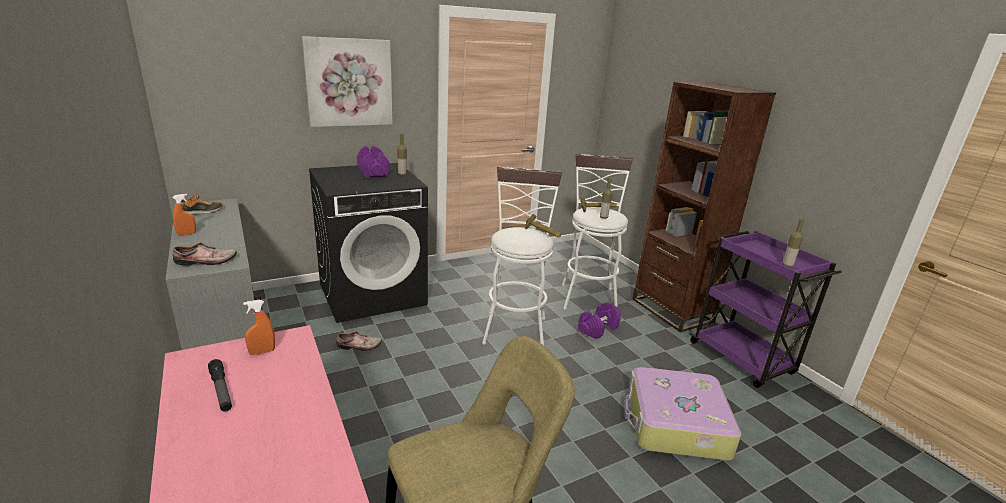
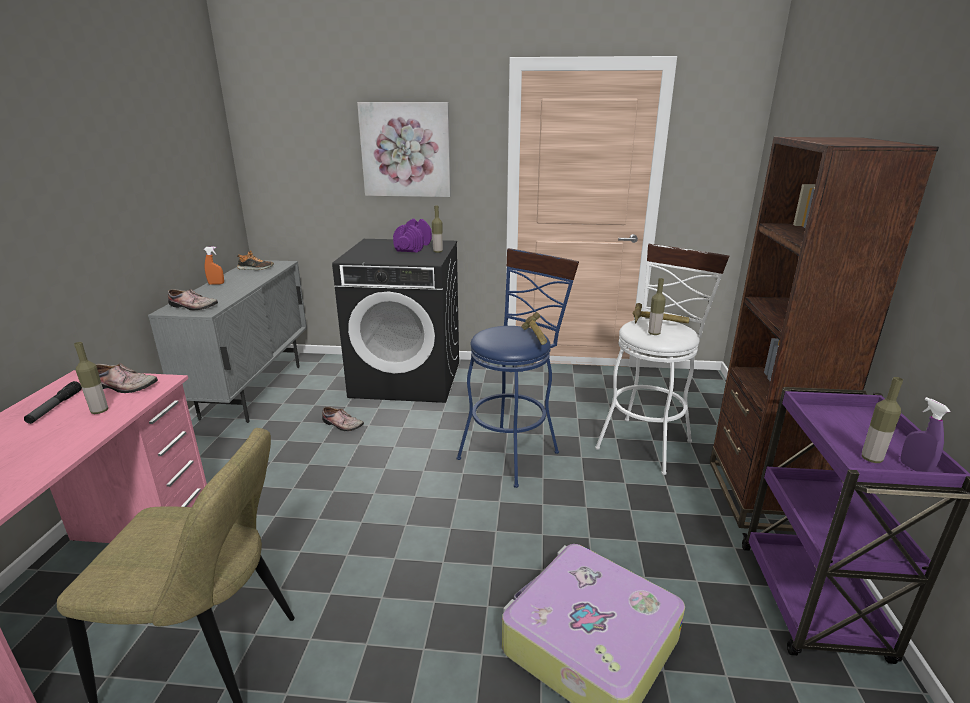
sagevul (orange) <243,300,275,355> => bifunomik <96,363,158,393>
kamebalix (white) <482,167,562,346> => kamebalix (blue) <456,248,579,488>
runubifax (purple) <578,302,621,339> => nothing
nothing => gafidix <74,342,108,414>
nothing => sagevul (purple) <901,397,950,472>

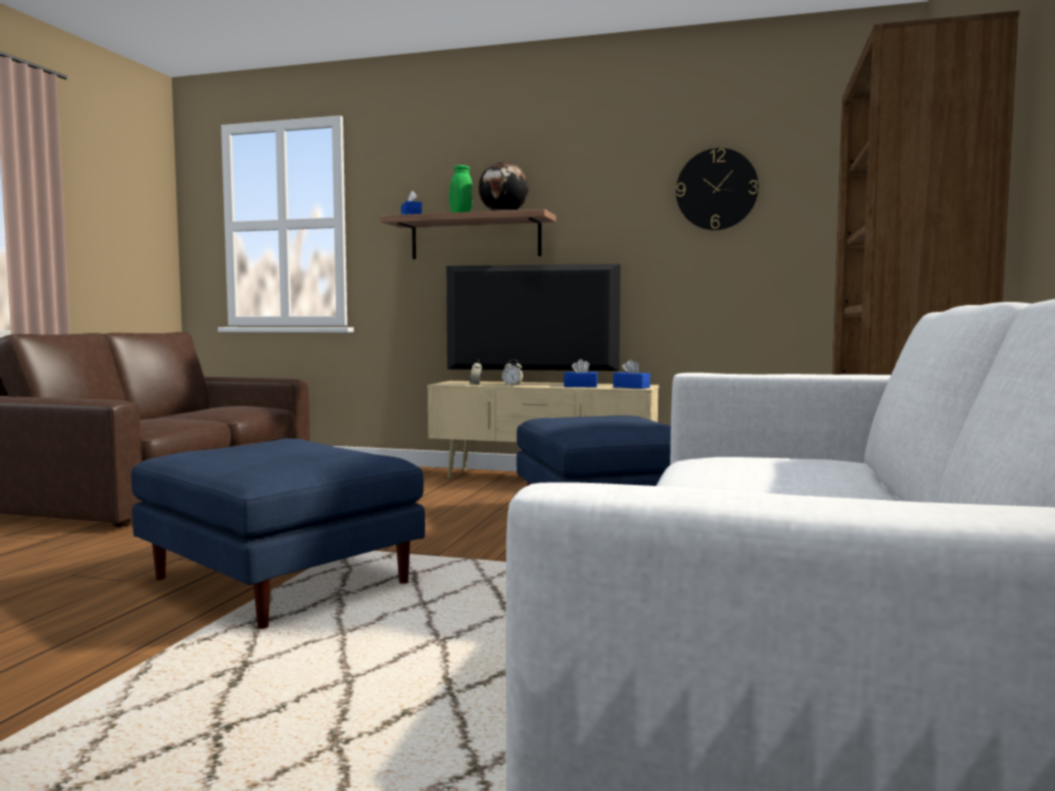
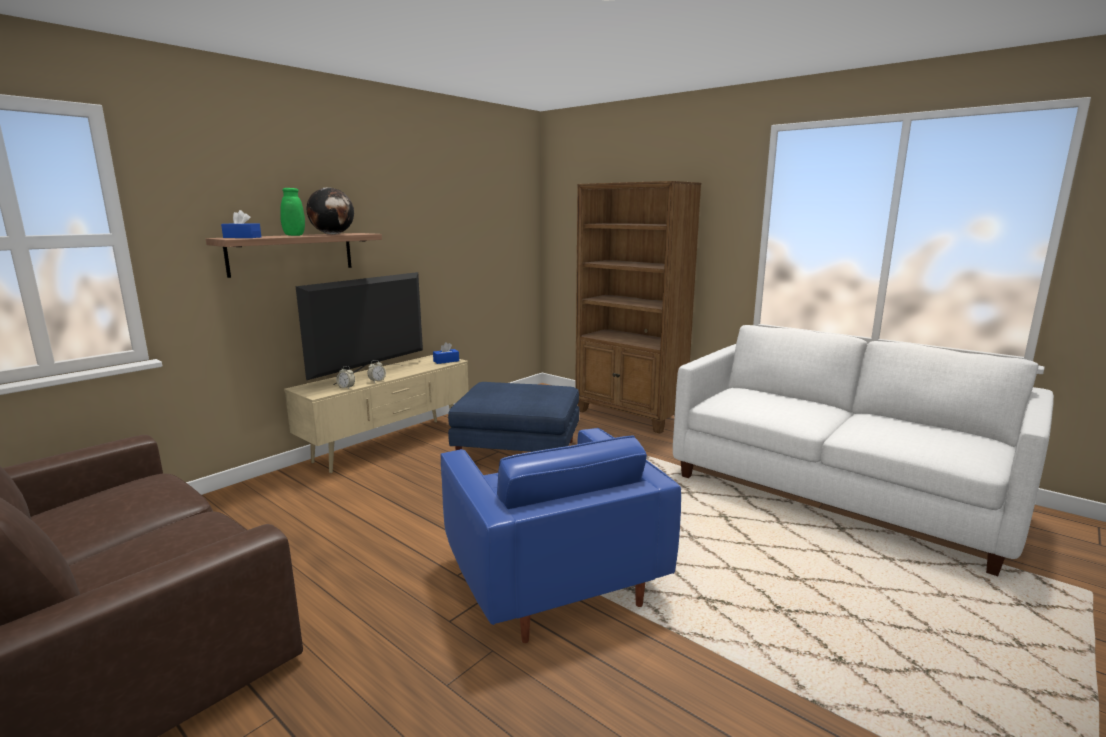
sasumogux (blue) <131,439,425,629> => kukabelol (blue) <441,428,681,643>
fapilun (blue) <564,359,598,387> => nothing
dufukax <676,148,759,230> => nothing

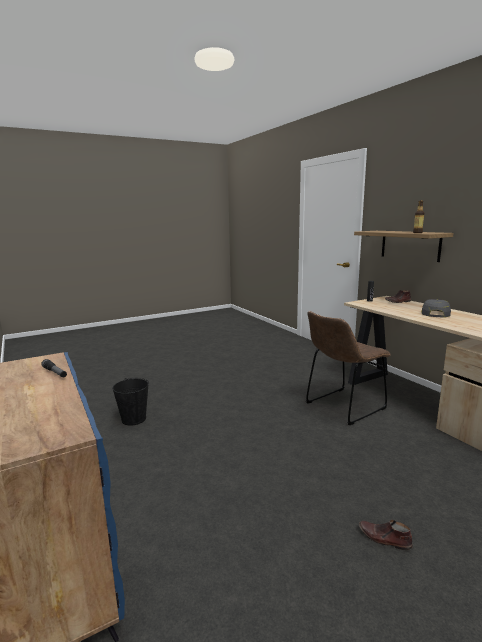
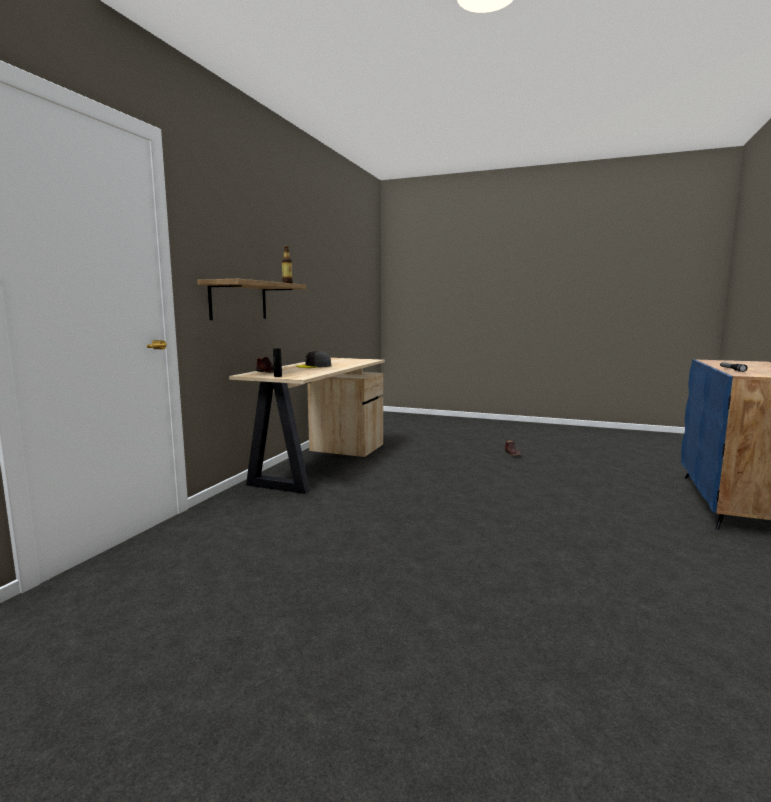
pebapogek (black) <112,378,149,426> => nothing
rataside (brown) <306,311,391,425> => nothing

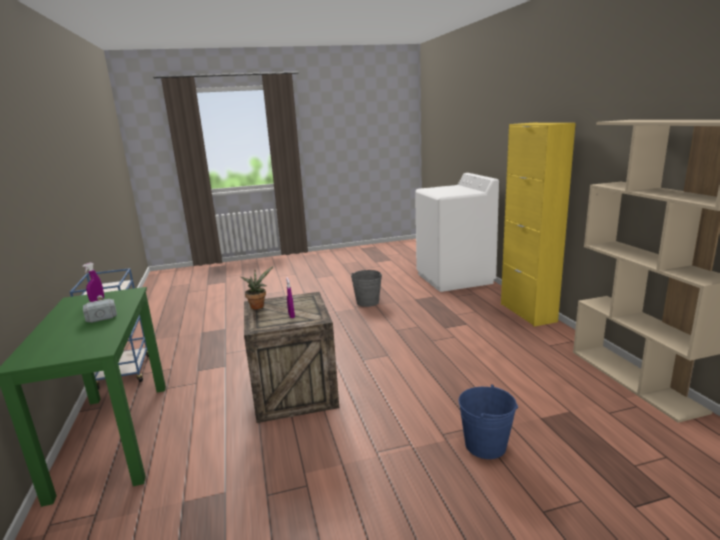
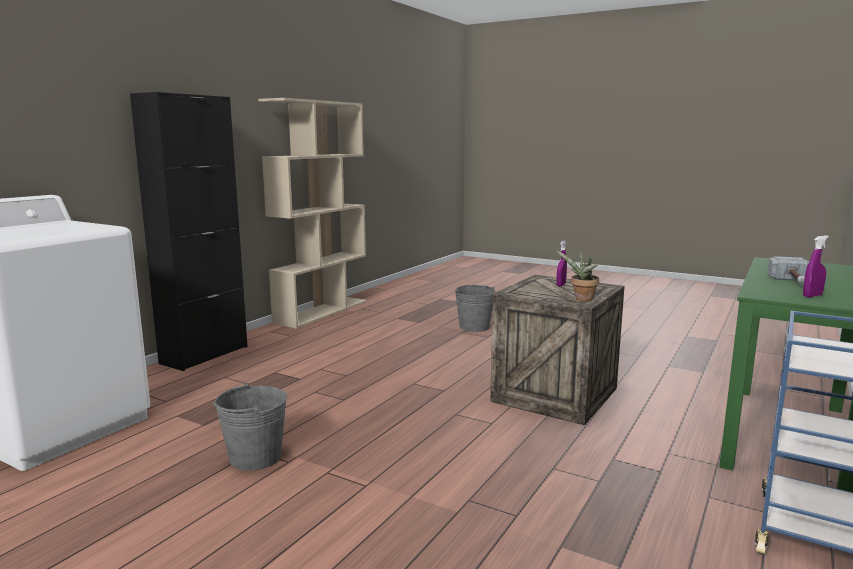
pebapogek (blue) <458,384,518,459> => pebapogek (grey) <455,285,496,332>
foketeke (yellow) <501,123,576,327> => foketeke (black) <130,92,248,371>

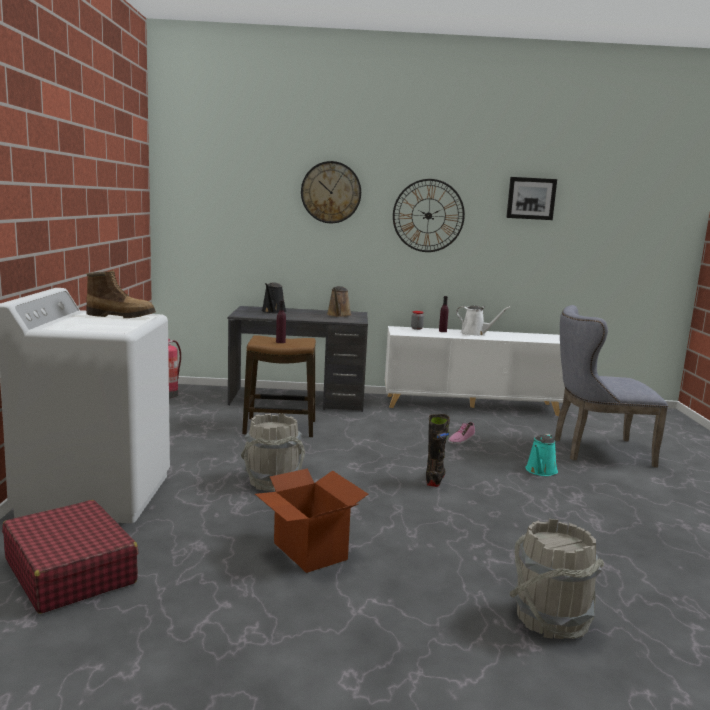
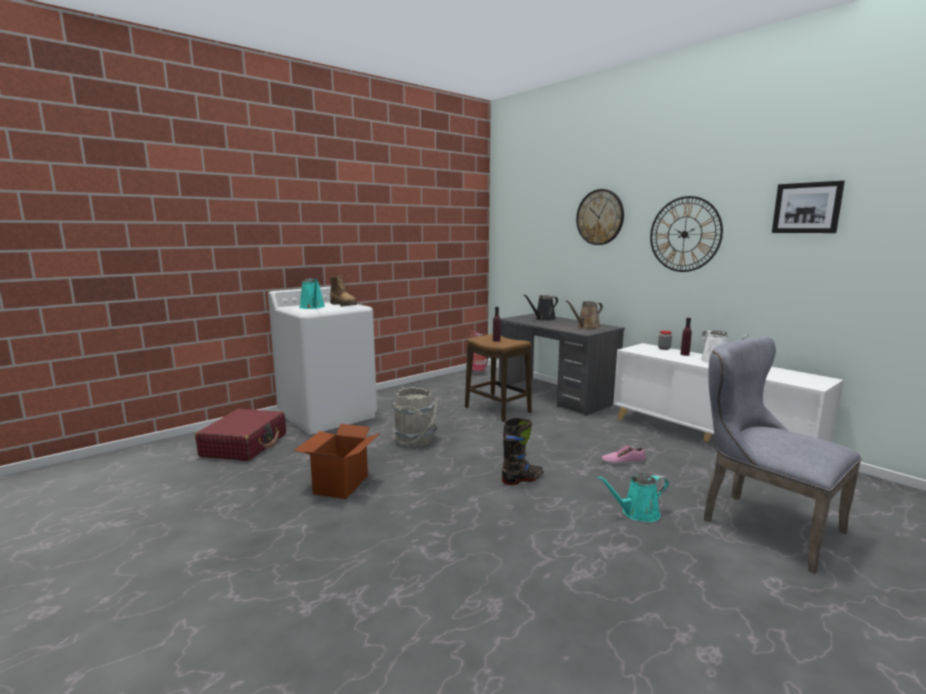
pebapogek (grey) <510,519,604,639> => nothing
nothing => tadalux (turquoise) <299,278,325,309>

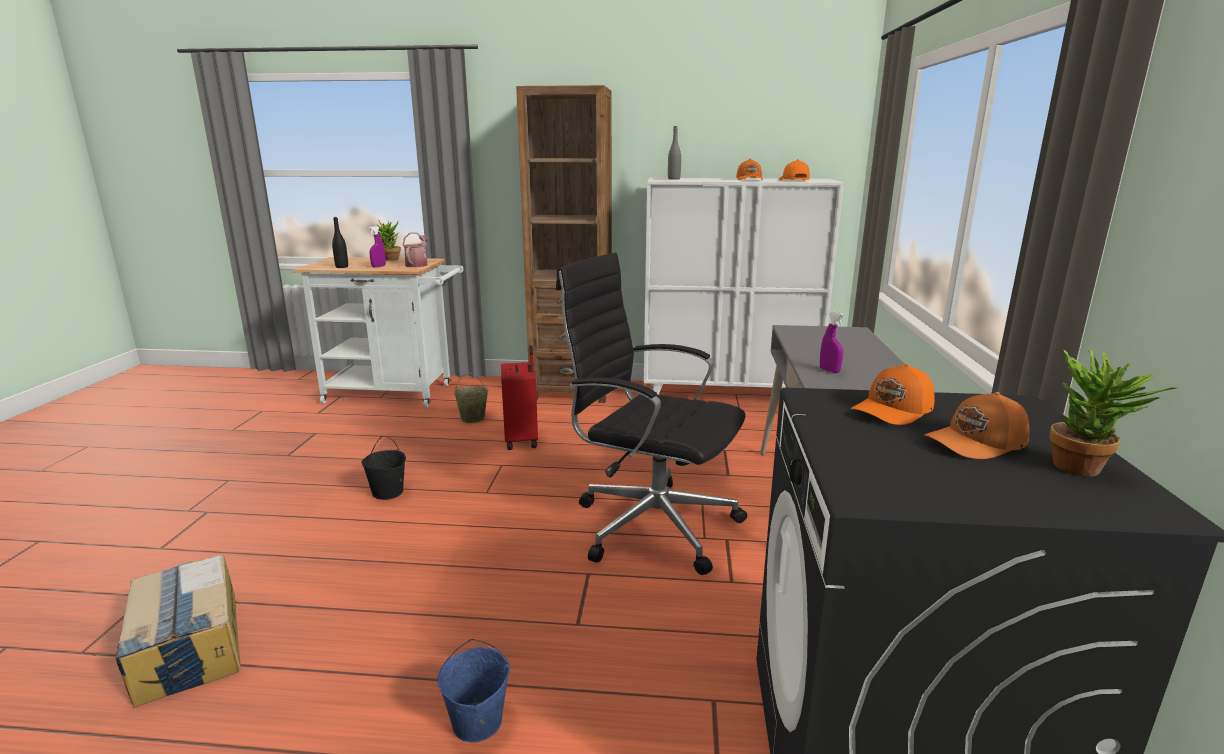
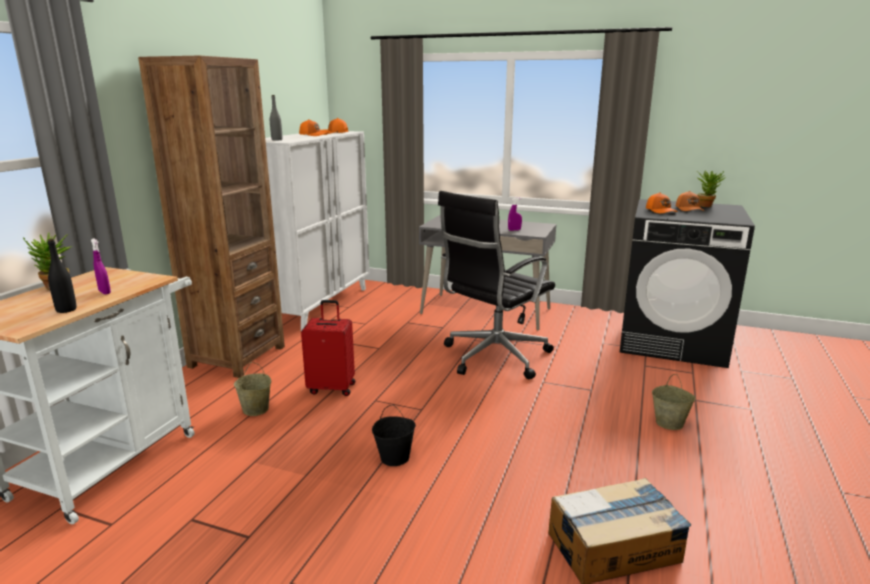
tadalux <403,233,429,267> => nothing
pebapogek (blue) <437,639,510,743> => pebapogek (beige) <652,374,696,430>

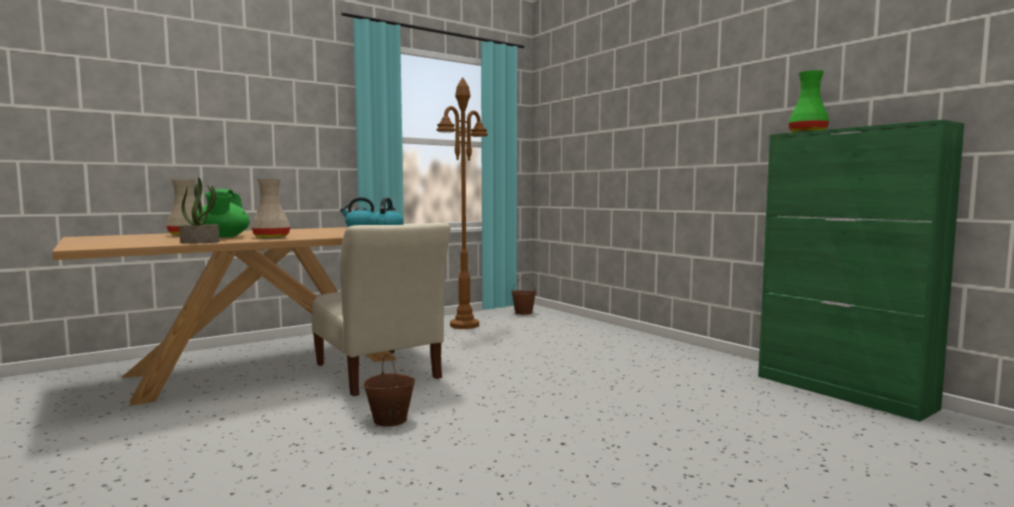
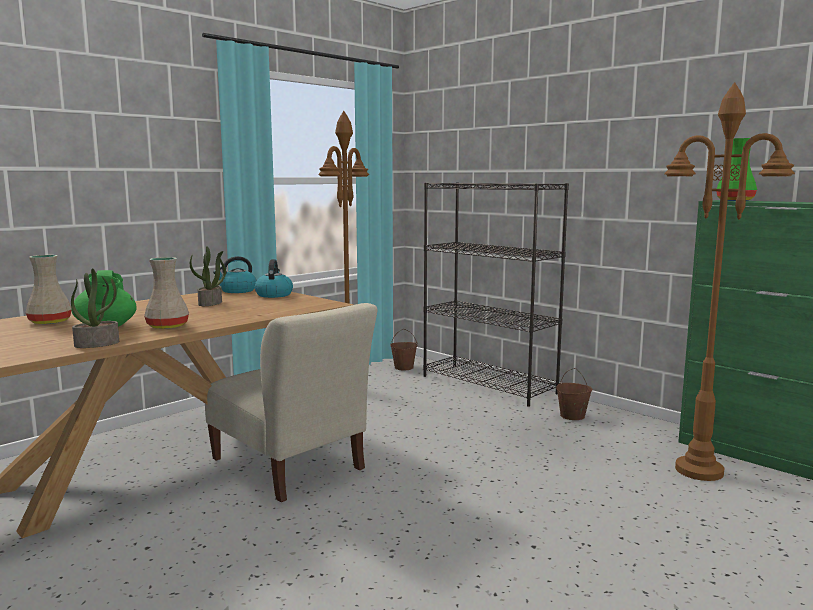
pebapogek (brown) <363,353,415,427> => pebapogek (brown) <556,368,592,420>, shifted
nothing => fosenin <190,246,226,306>
nothing => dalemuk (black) <423,182,569,407>
nothing => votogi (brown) <664,82,795,481>

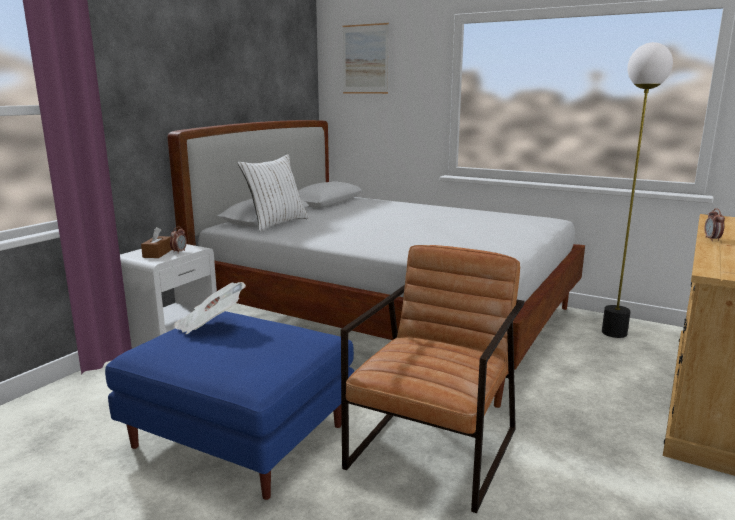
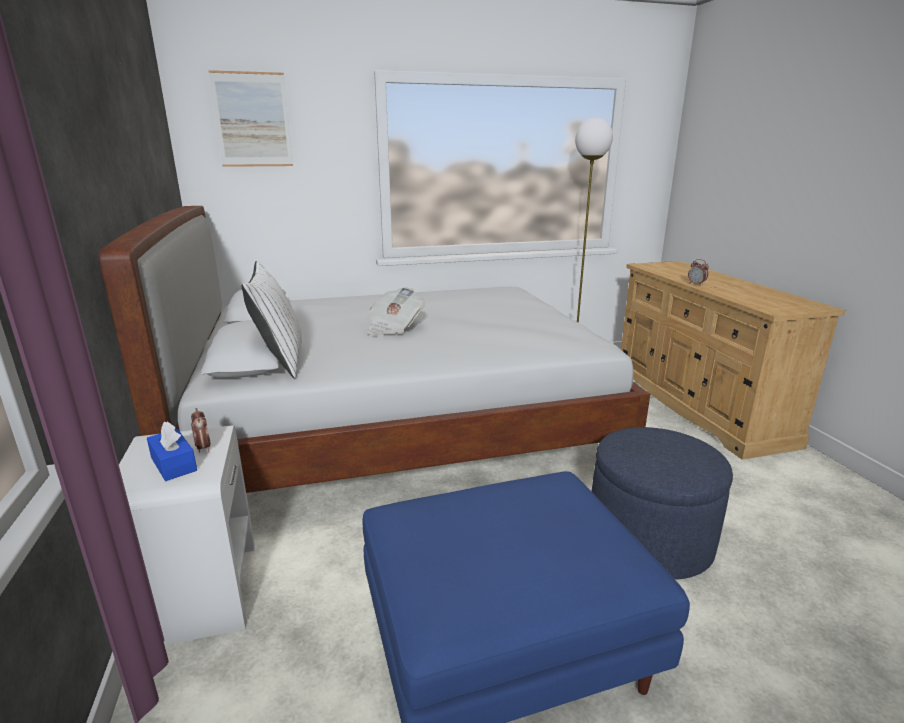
fapilun (brown) <141,227,172,258> => fapilun (blue) <147,421,197,481>
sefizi <174,282,246,334> => sefizi <367,287,425,336>, shifted
kukabelol (brown) <341,245,524,513> => sasumogux (blue) <592,427,733,580>

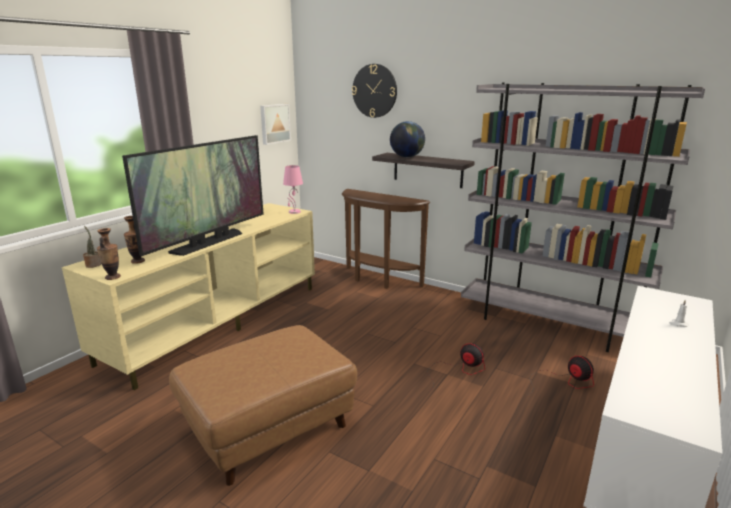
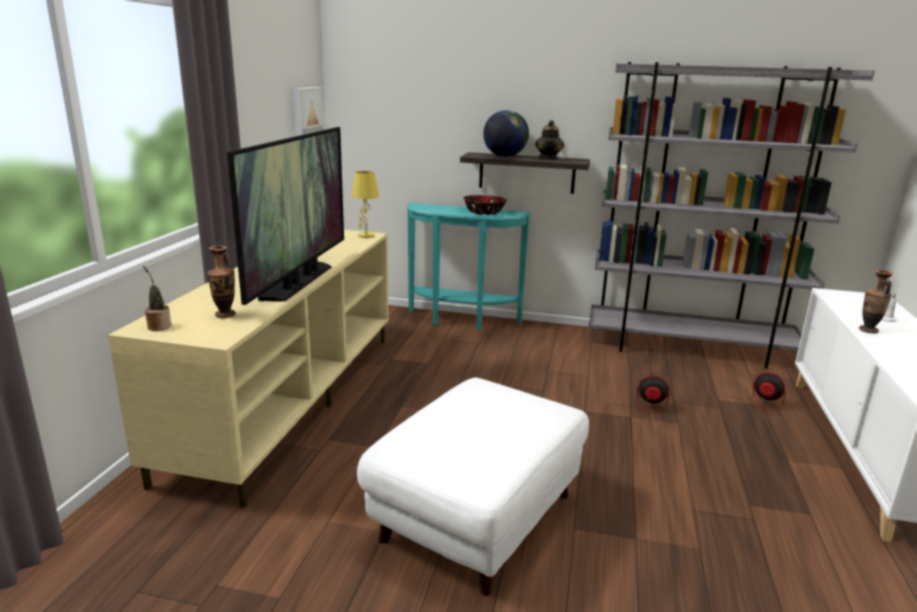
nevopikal <97,228,121,280> => nevopikal <859,270,893,334>, shifted
sasumogux (brown) <169,325,358,486> => sasumogux (white) <357,378,589,596>
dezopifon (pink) <283,165,303,214> => dezopifon (yellow) <351,171,379,238>
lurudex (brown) <342,189,430,289> => lurudex (turquoise) <407,203,532,330>
dufukax <352,64,397,118> => nothing
nothing => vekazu <463,195,507,215>
nothing => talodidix <535,120,564,160>

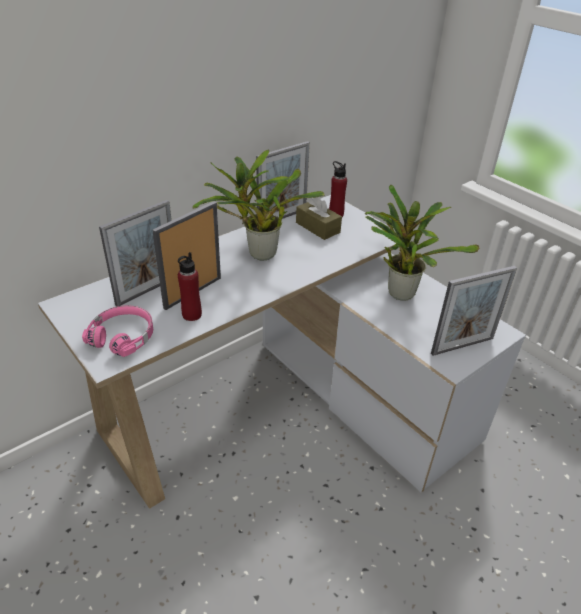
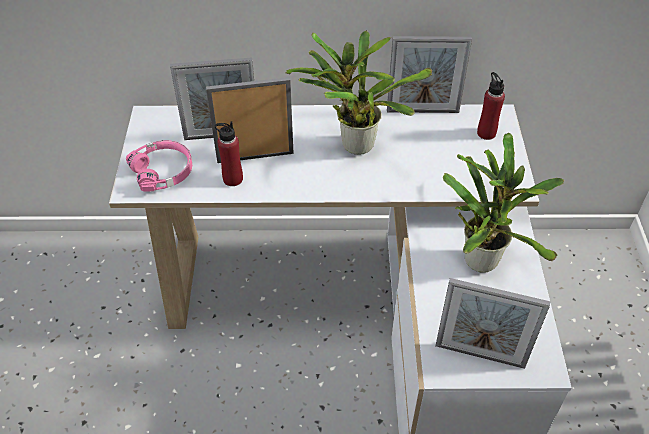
fapilun (brown) <296,197,342,240> => nothing

